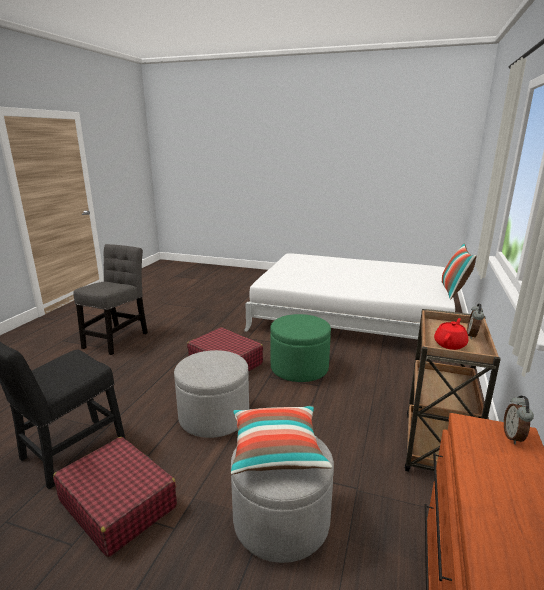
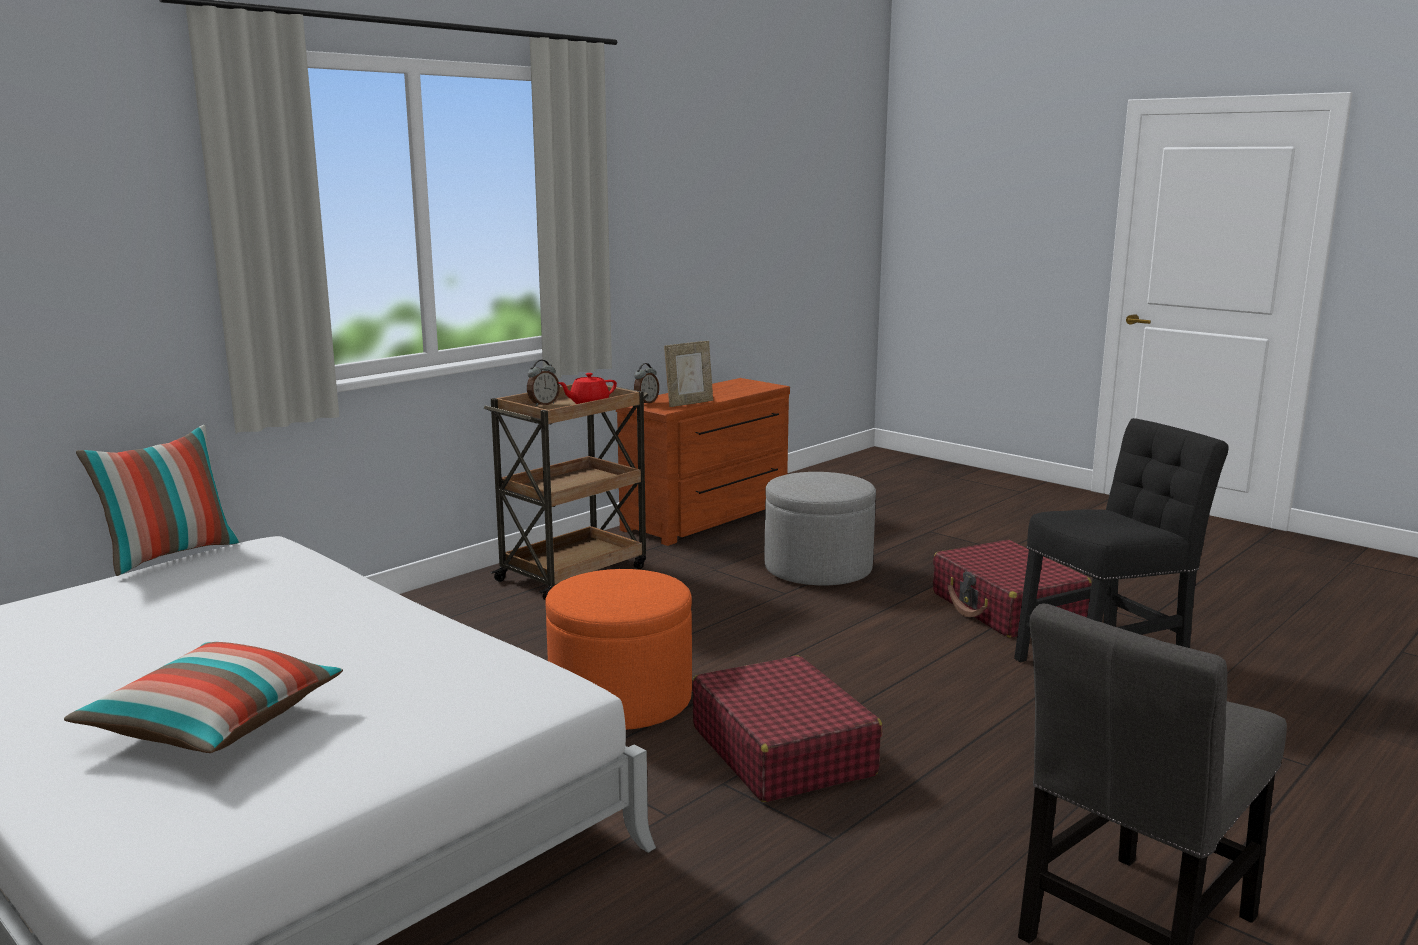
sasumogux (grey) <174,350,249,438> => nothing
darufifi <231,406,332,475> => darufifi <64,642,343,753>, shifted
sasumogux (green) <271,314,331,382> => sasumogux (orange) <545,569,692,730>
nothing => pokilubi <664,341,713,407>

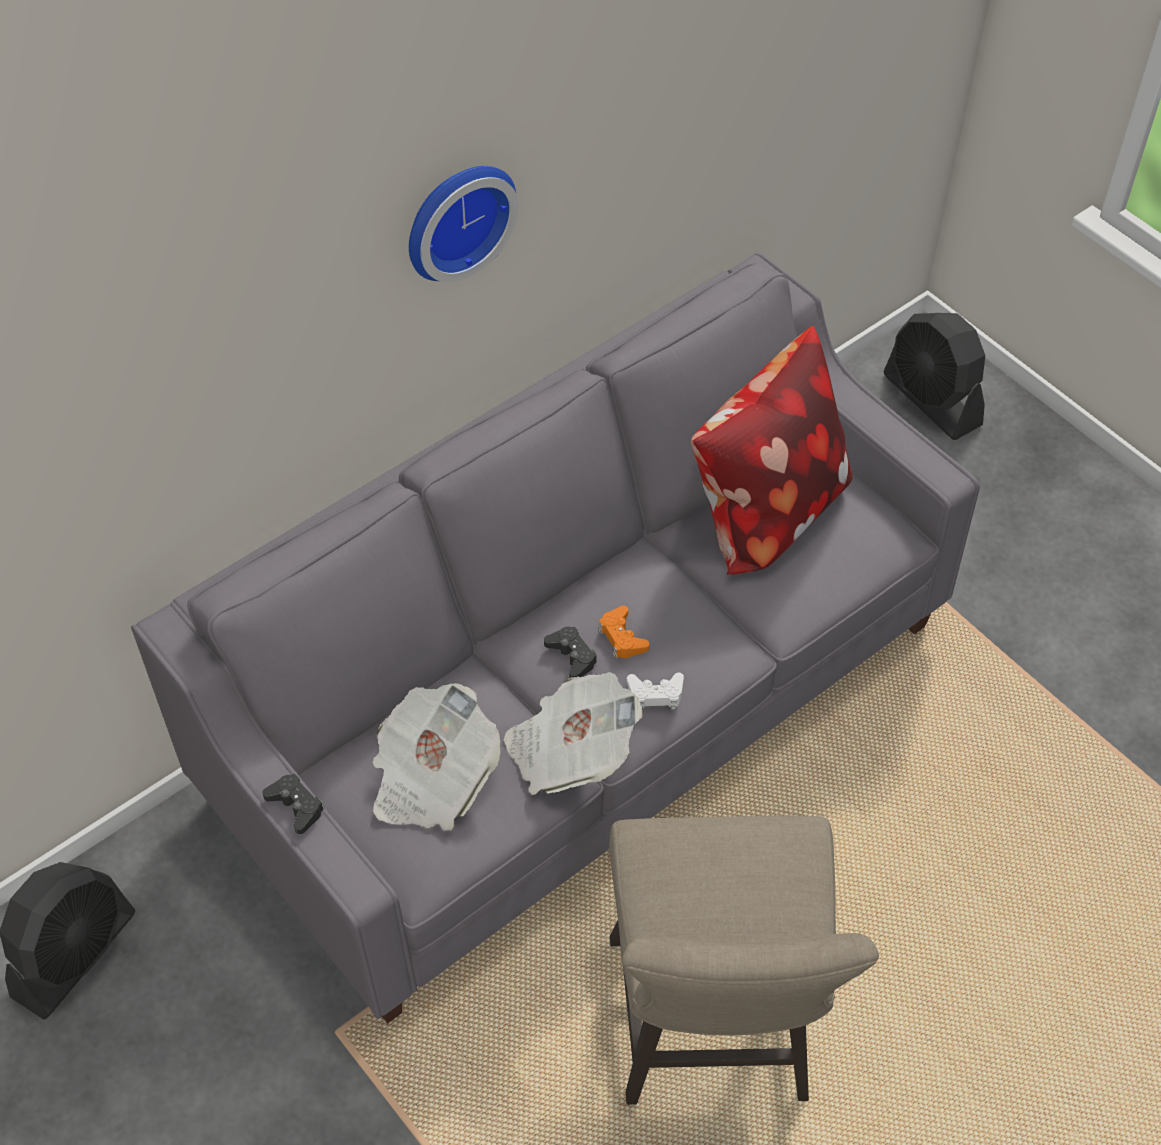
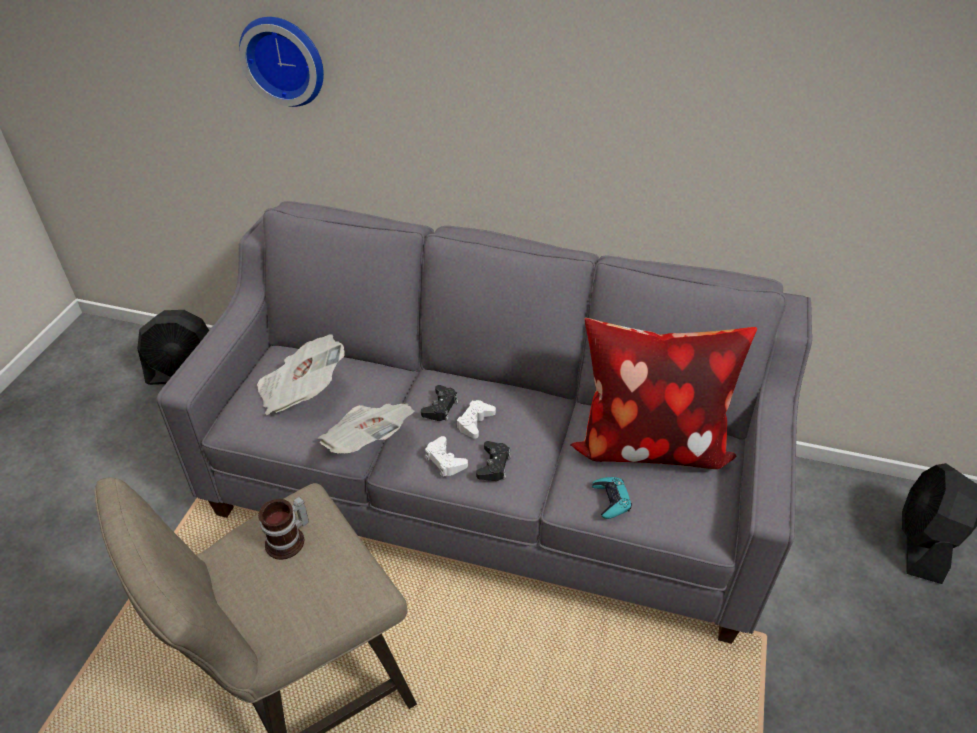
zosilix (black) <262,774,324,834> => zosilix (black) <476,441,511,481>, shifted
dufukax <409,166,519,282> => dufukax <239,17,324,107>, shifted
zosilix (orange) <598,606,649,658> => zosilix (white) <457,400,496,439>
nothing => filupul <258,497,309,560>
nothing => zosilix (turquoise) <592,477,632,519>

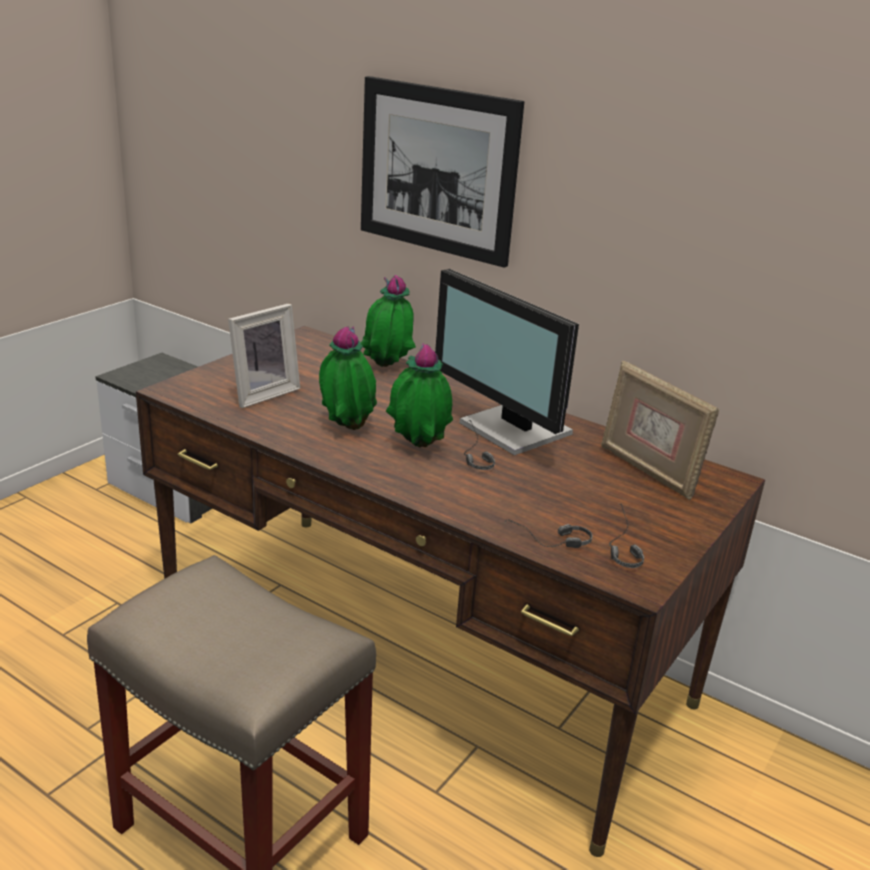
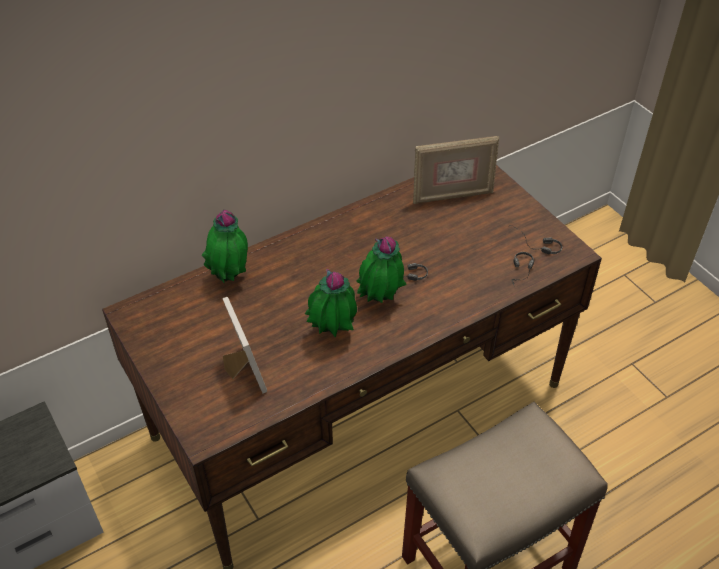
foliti <361,76,524,268> => nothing
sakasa <435,269,579,456> => nothing

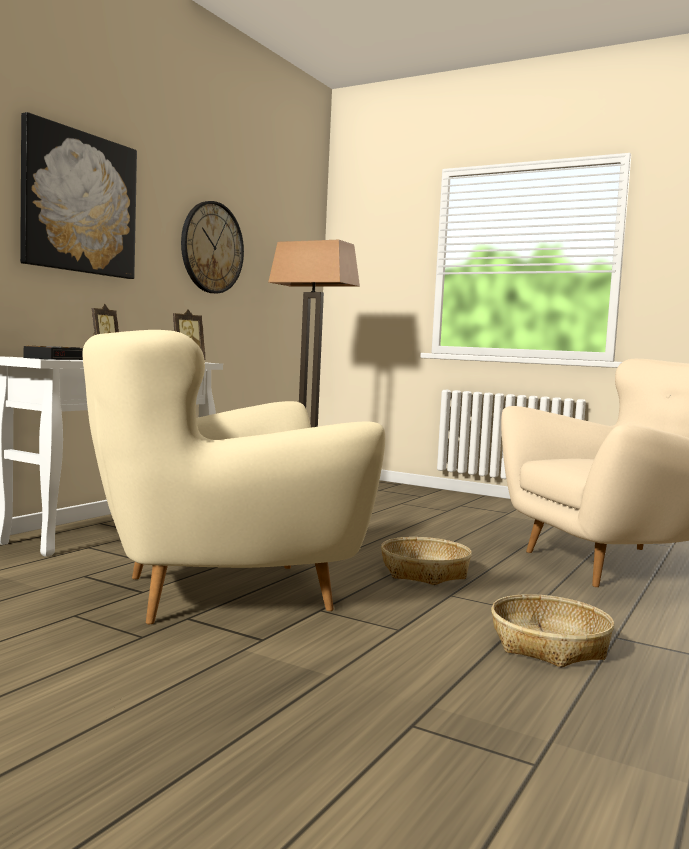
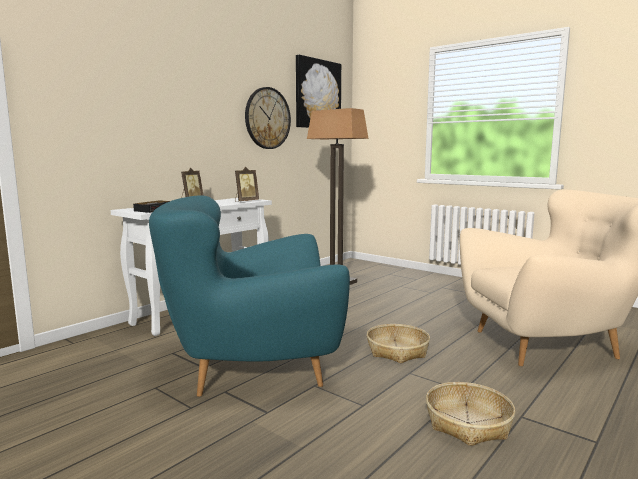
foliti <20,112,137,279> => foliti <296,55,341,128>, shifted
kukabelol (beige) <83,330,385,624> => kukabelol (turquoise) <149,195,350,397>

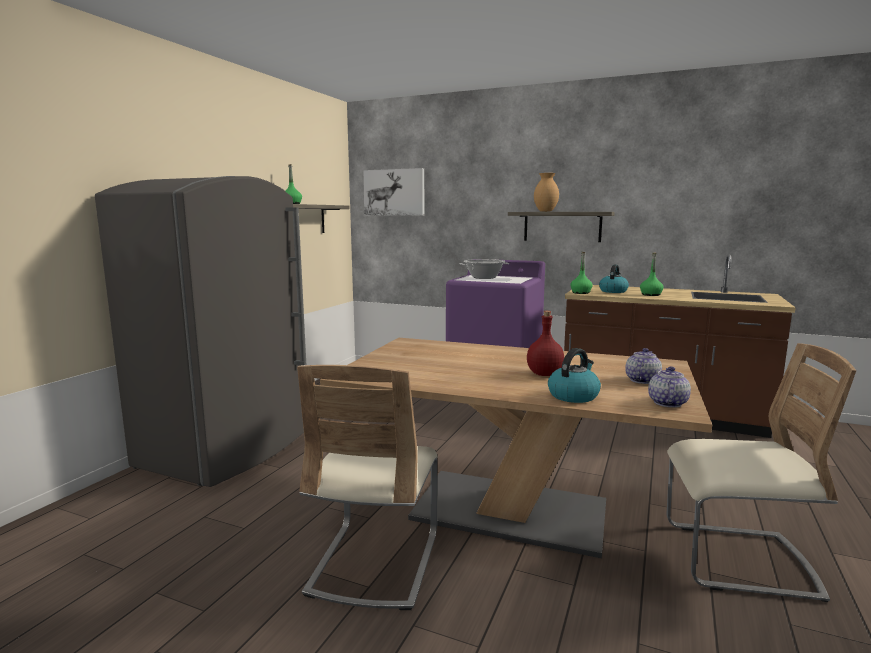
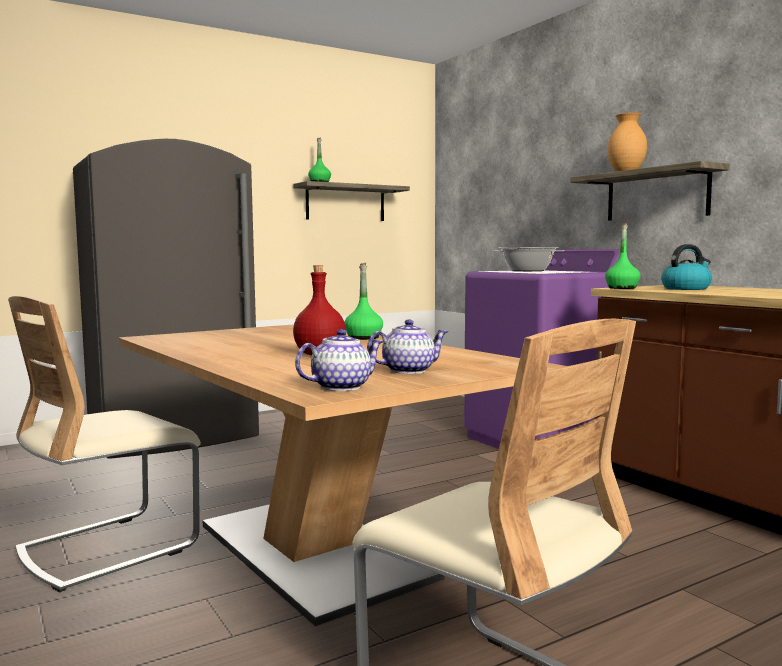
foliti <363,168,424,216> => nothing
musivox <548,348,601,403> => nothing
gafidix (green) <640,253,663,296> => gafidix (green) <345,263,383,340>, shifted

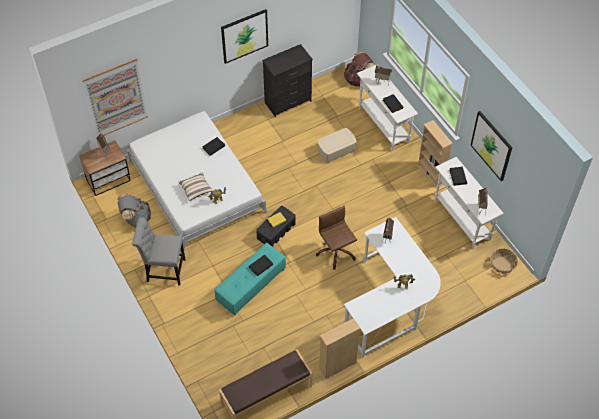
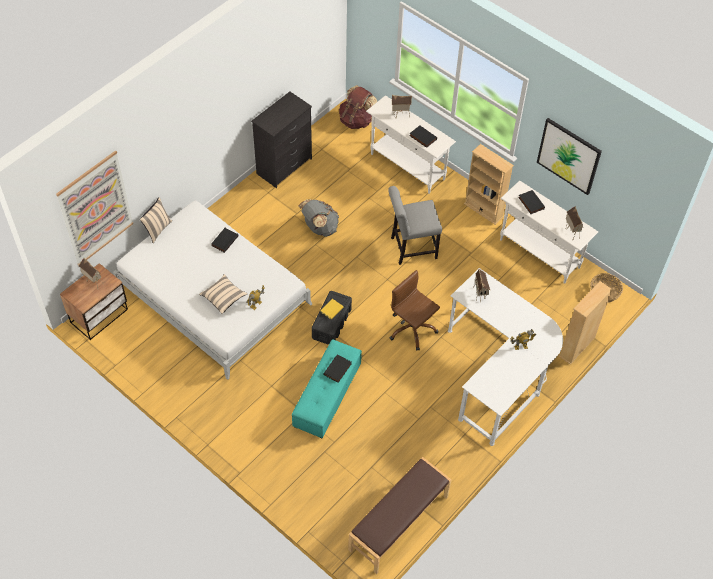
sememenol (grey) <117,194,151,228> => sememenol (grey) <299,199,339,237>, shifted
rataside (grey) <132,217,186,285> => rataside (grey) <388,186,442,265>, shifted
foliti <221,9,268,64> => nothing
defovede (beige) <317,128,357,163> => nothing
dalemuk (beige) <318,318,361,380> => dalemuk (beige) <559,281,612,365>, shifted
nothing => darufifi (beige) <140,197,172,243>

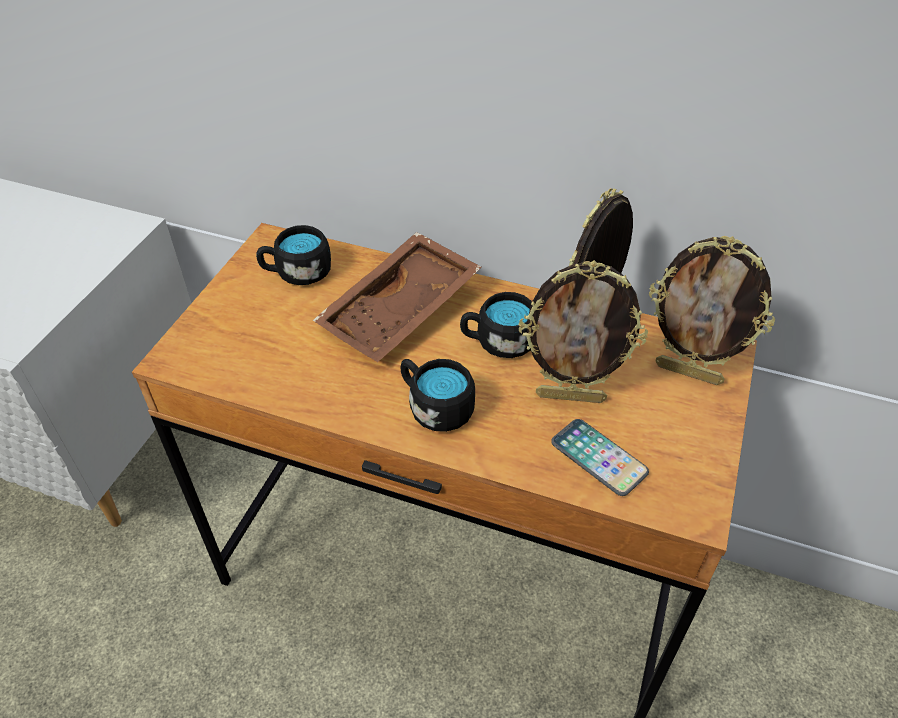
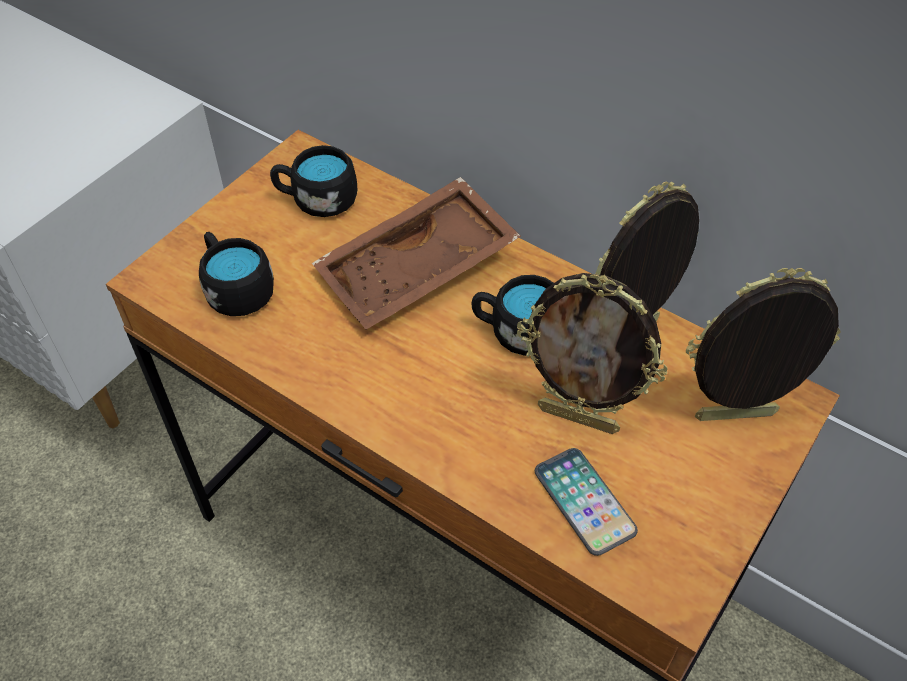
filupul (black) <401,359,475,432> => filupul (black) <199,232,274,316>, shifted
pokilubi <649,236,775,385> => pokilubi <686,268,841,421>, 135 degrees clockwise

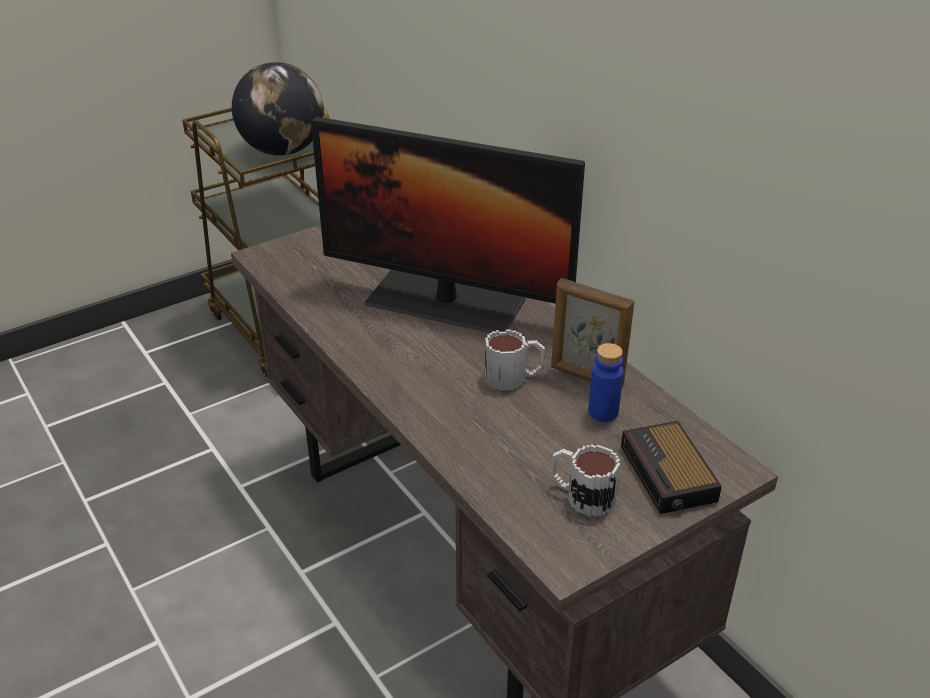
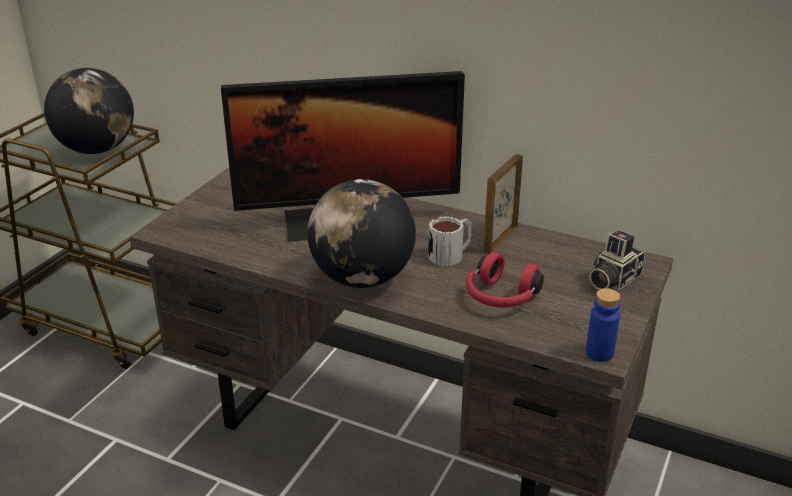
pokilubi <551,278,634,388> => pokilubi <483,154,523,253>, 120 degrees clockwise
filupul <551,444,621,517> => nothing
gafidix (blue) <588,343,623,422> => gafidix (blue) <586,288,620,362>, shifted
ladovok <621,421,722,514> => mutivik <589,230,645,290>
nothing => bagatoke <307,179,416,288>
nothing => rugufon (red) <466,252,544,308>

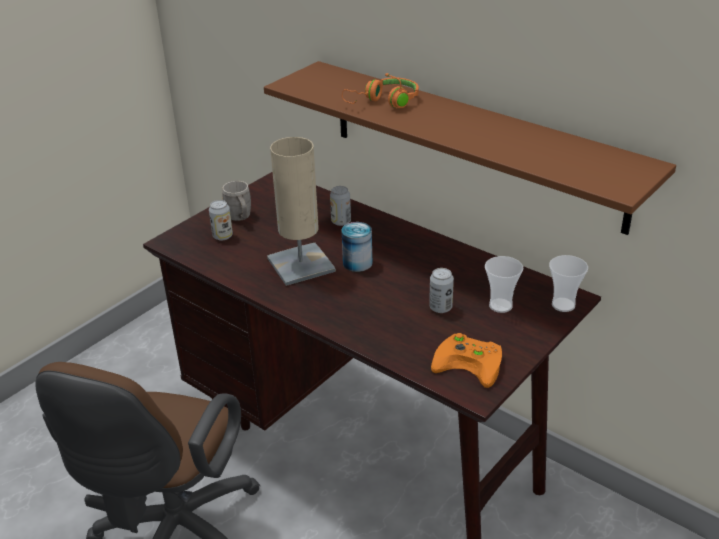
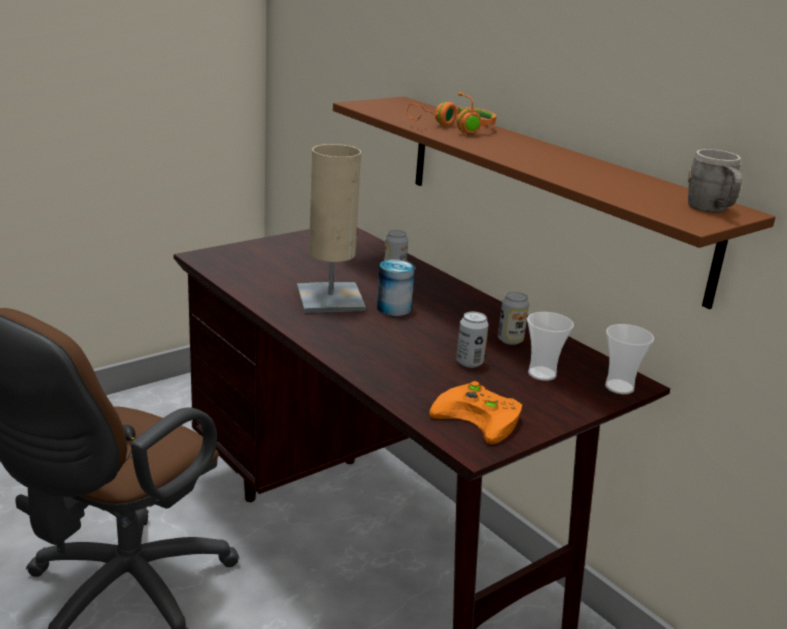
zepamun <209,200,233,241> => zepamun <498,292,529,345>, shifted
filupul (grey) <222,181,251,221> => filupul (grey) <688,149,742,213>, shifted

